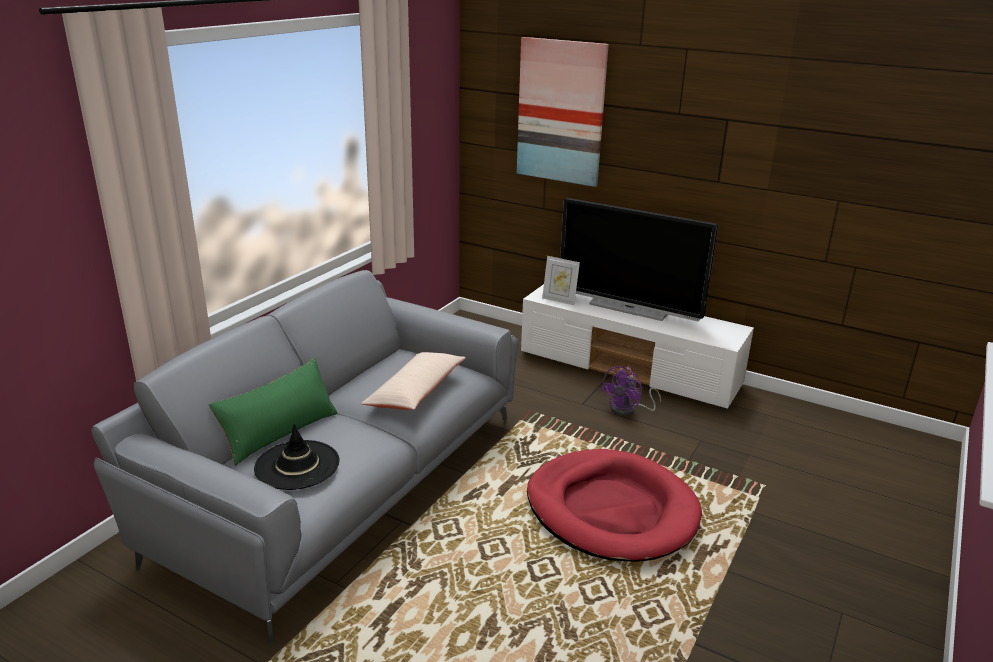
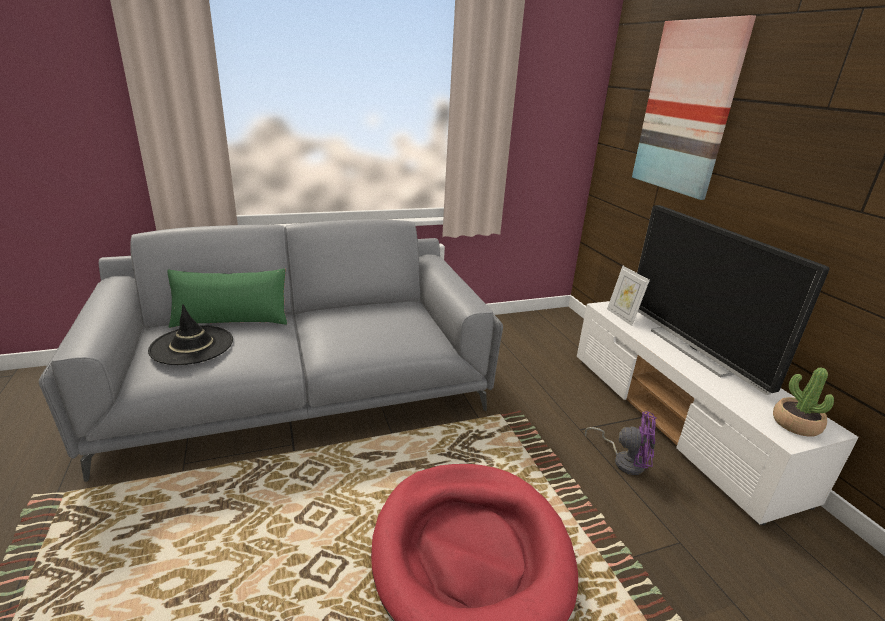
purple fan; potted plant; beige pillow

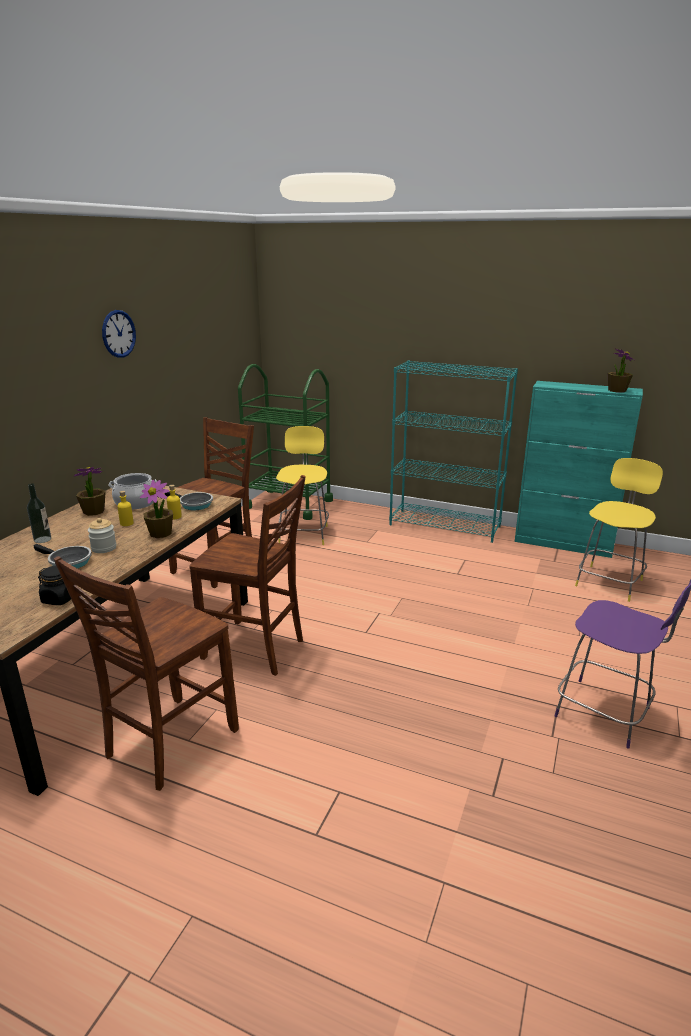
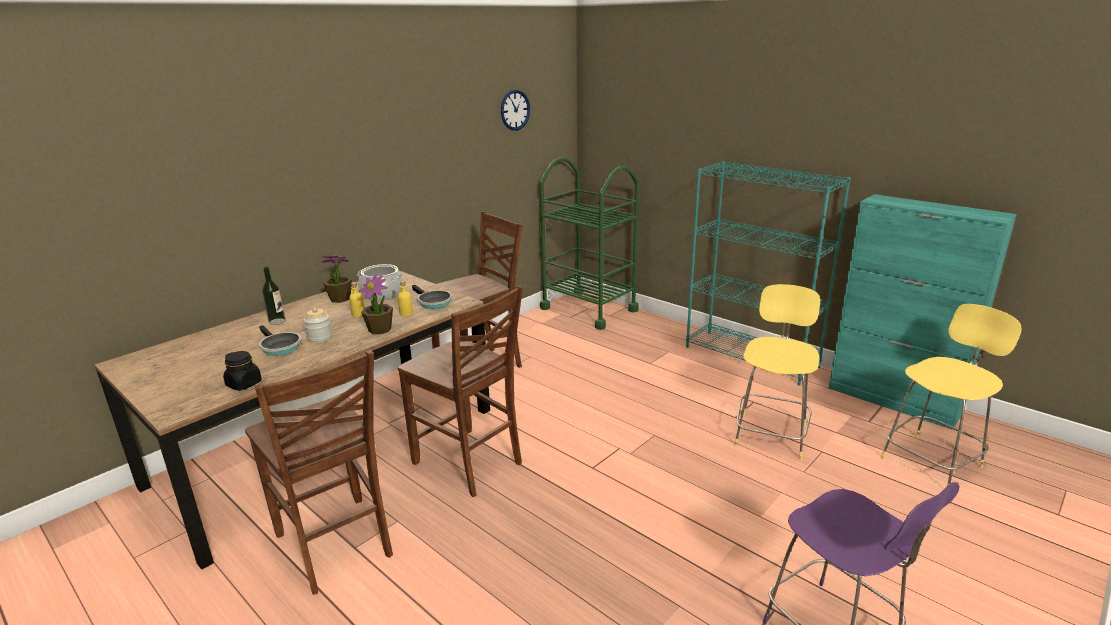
brown chair (1st from left); wall clock; yellow stool (1st from left); potted plant (3rd from left in the first image)

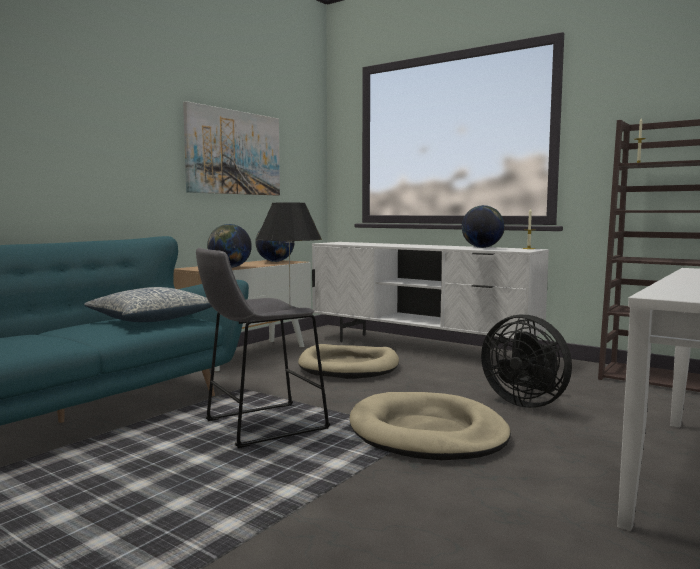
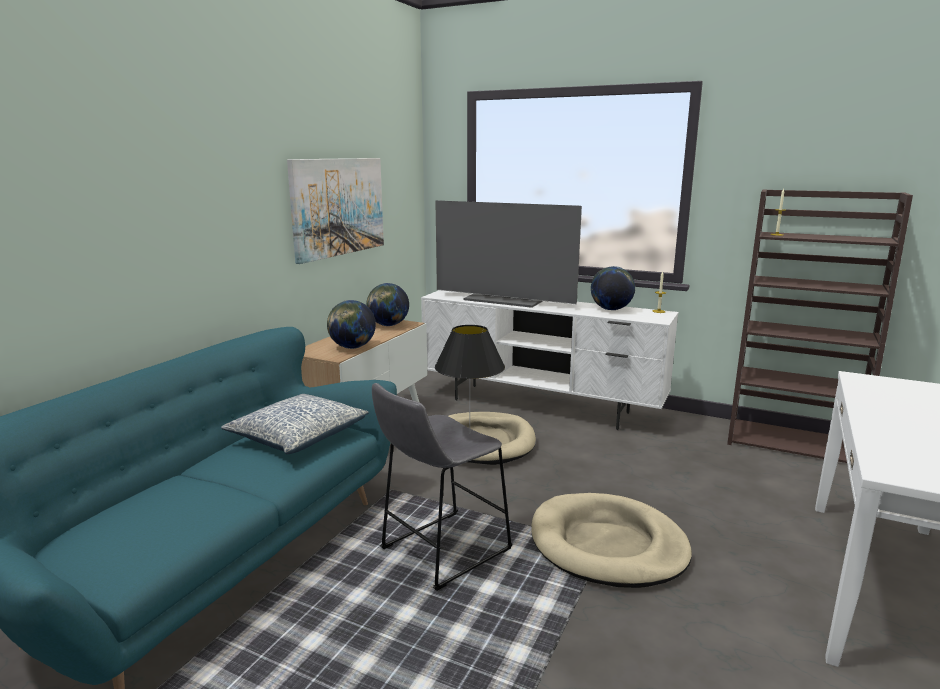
television; black fan

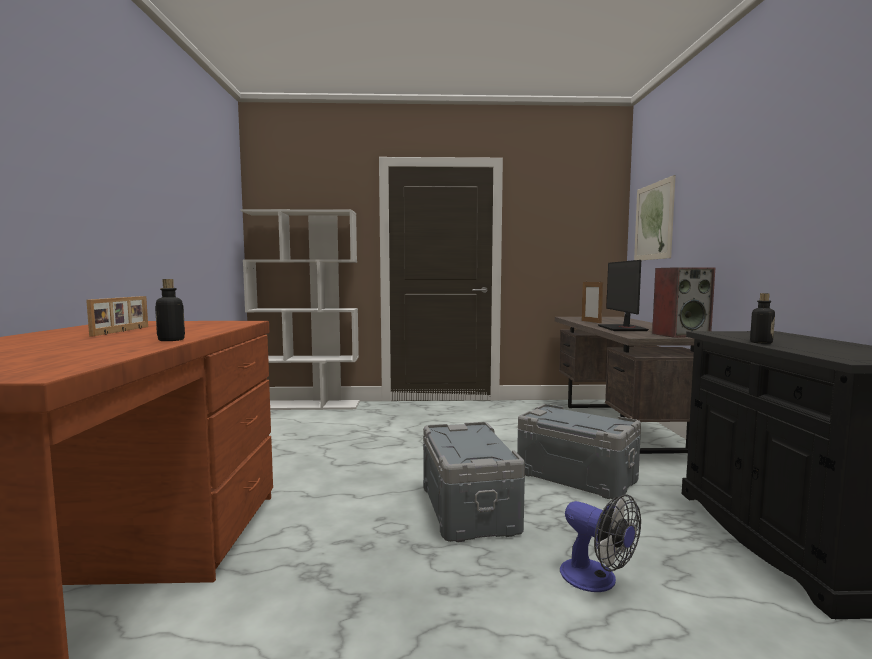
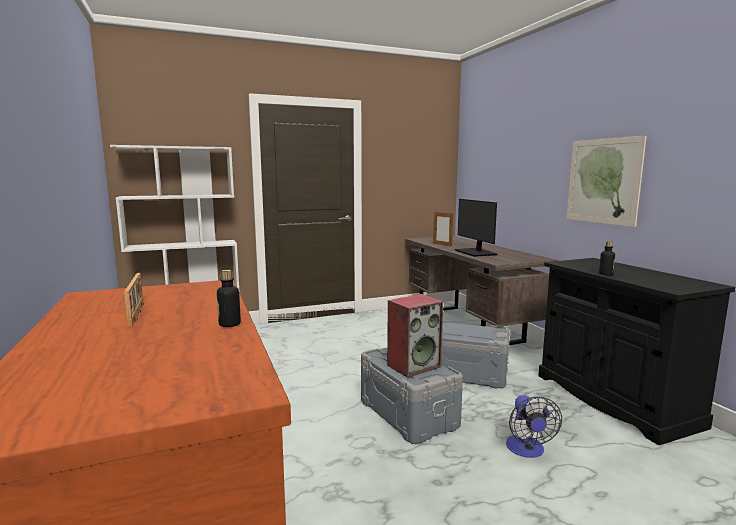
speaker; fan; picture

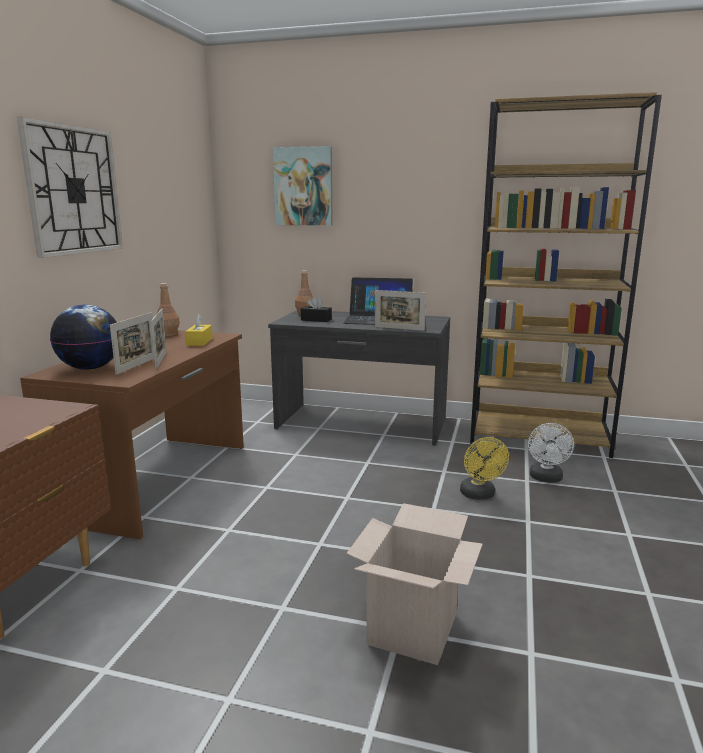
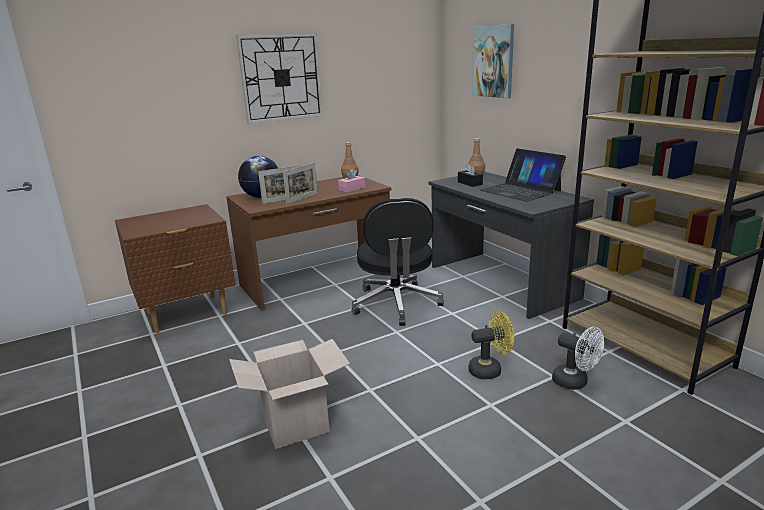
pink tissue box; black office chair; yellow fan; white fan; picture frame (3rd from left in the first image)

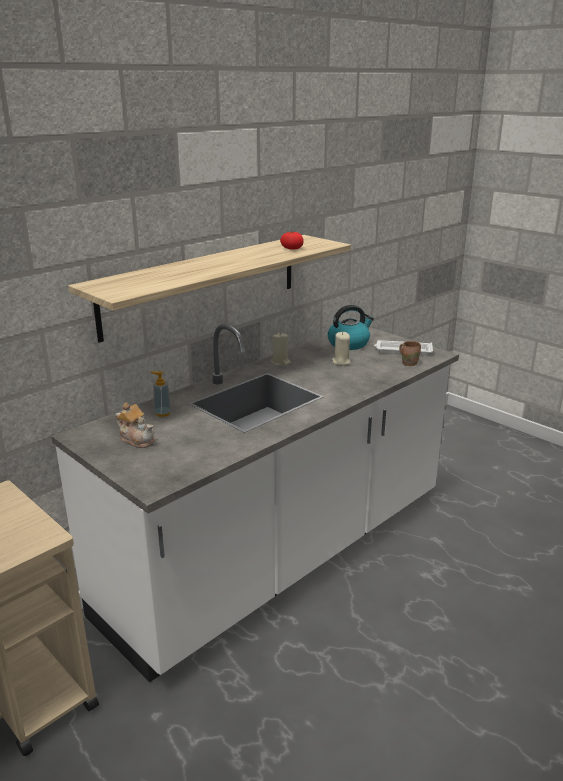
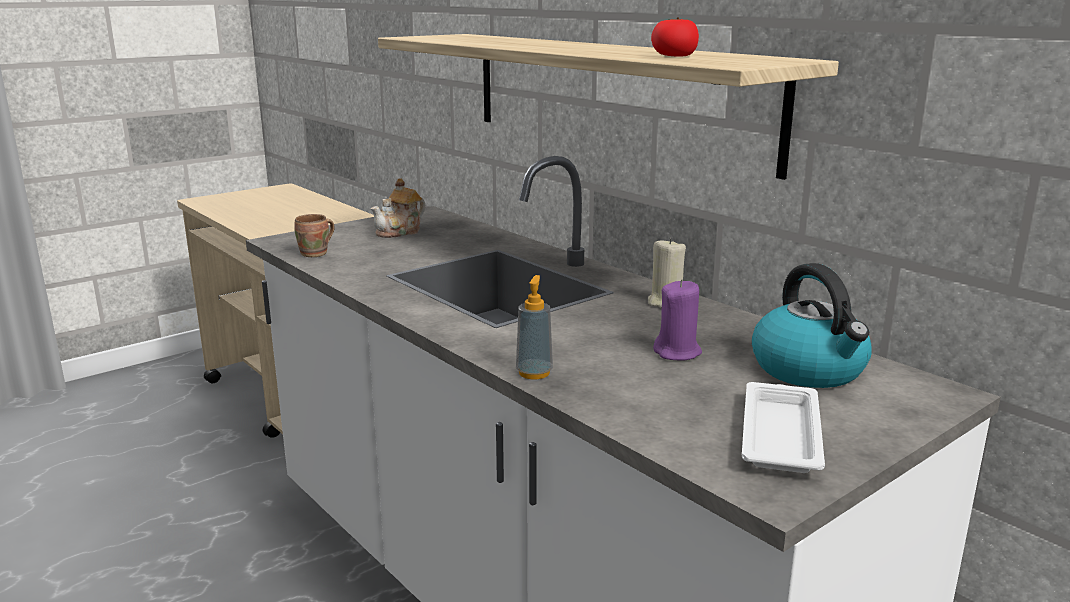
brown mug; soap dispenser; purple candle

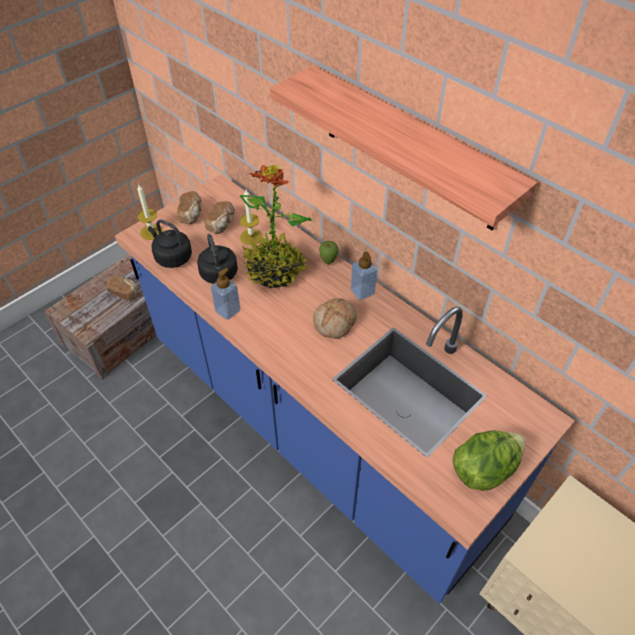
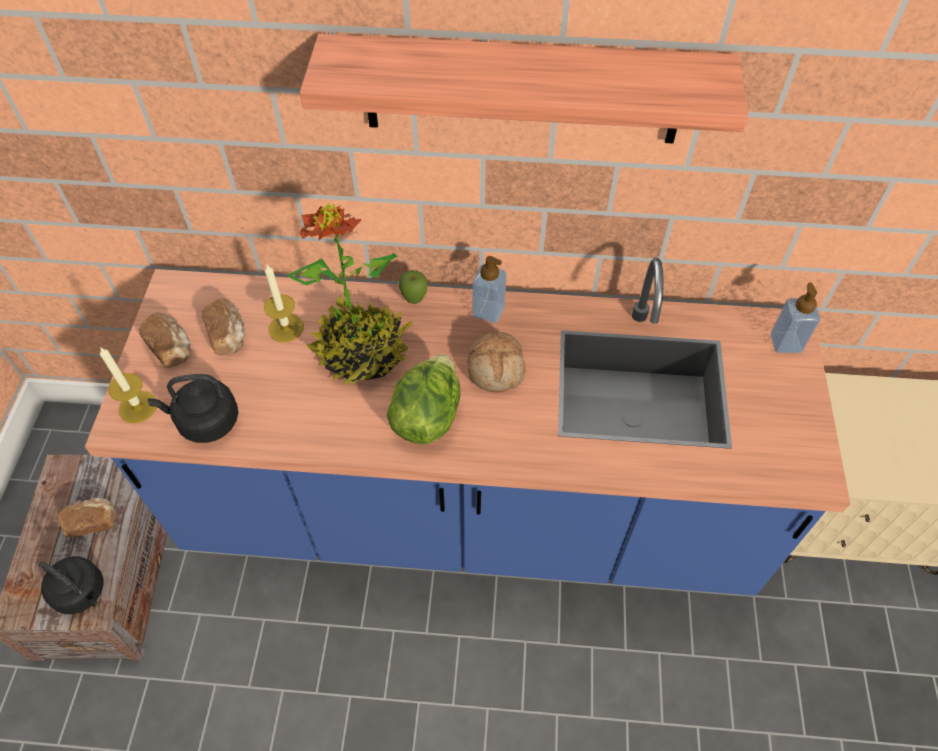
black kettle (1st from left); lettuce; soap dispenser (2nd from left)

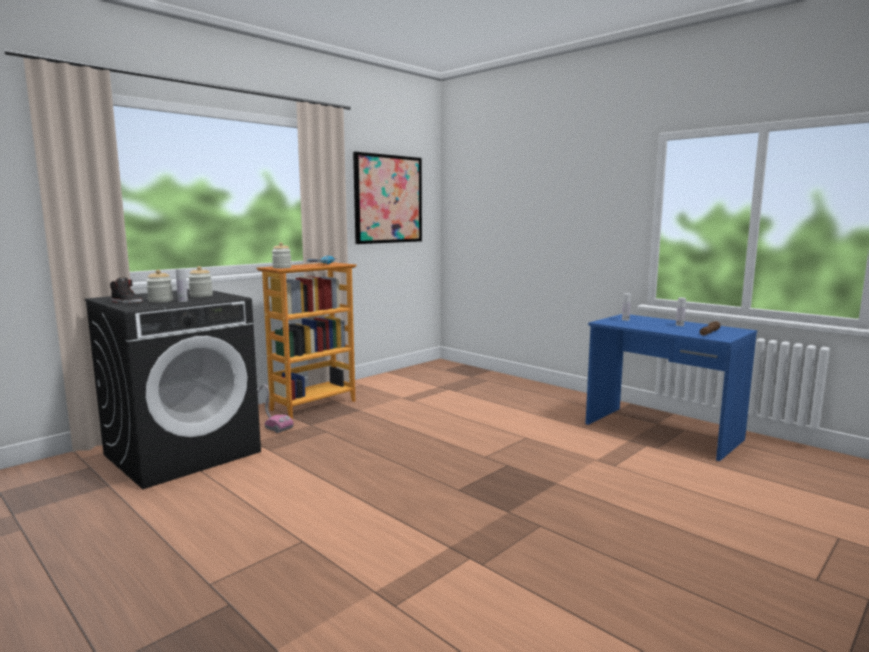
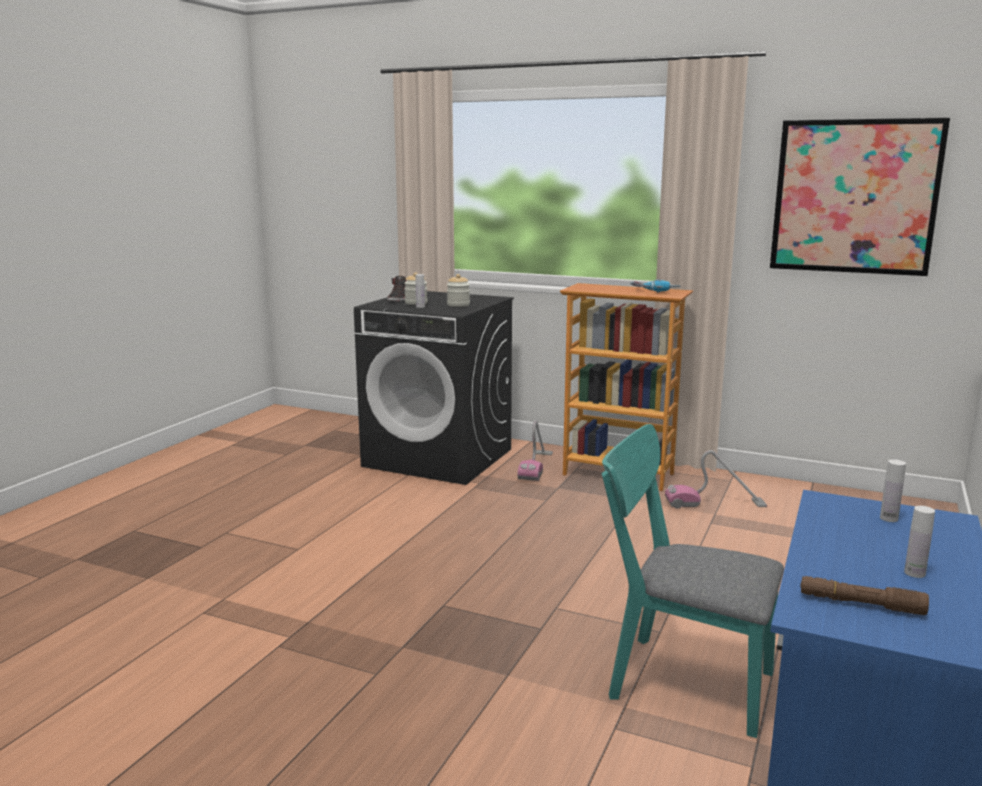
turquoise chair; vacuum cleaner (2nd from left); jar (3rd from left in the first image)

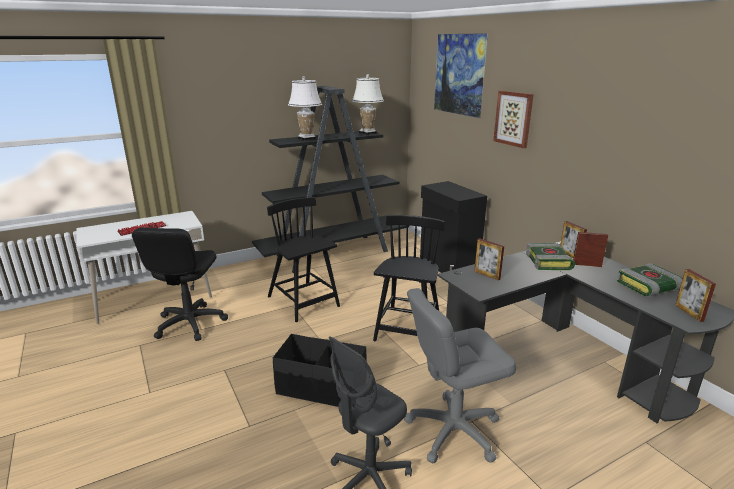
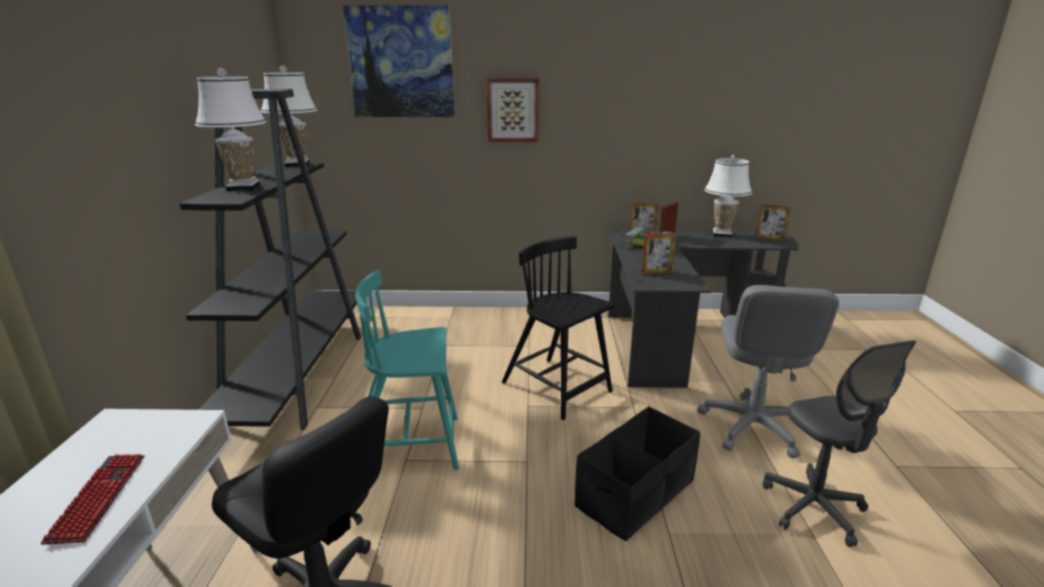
turquoise chair; white table lamp (3rd from left); black cabinet

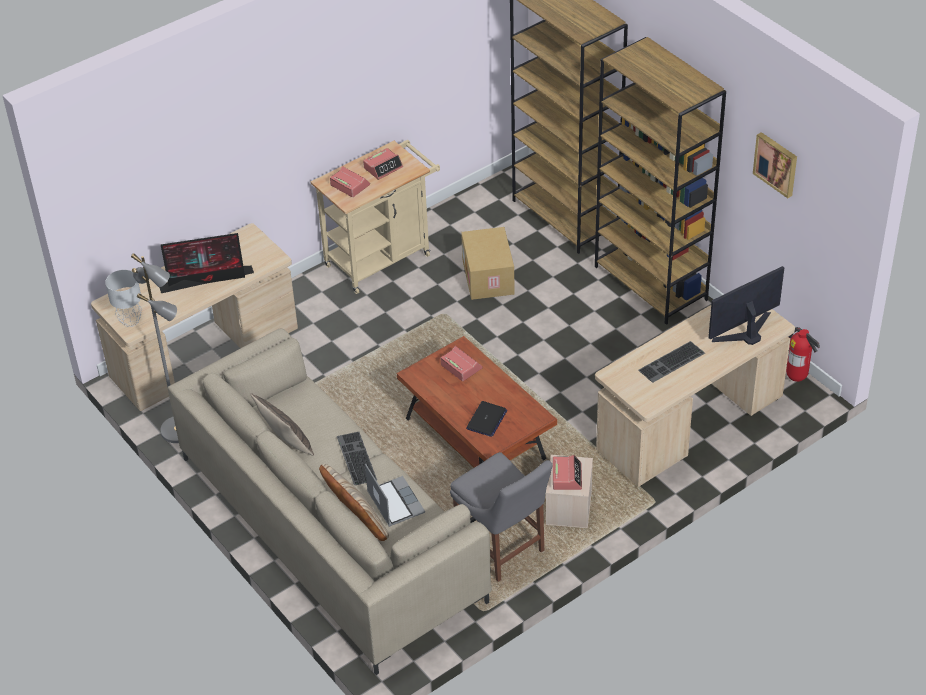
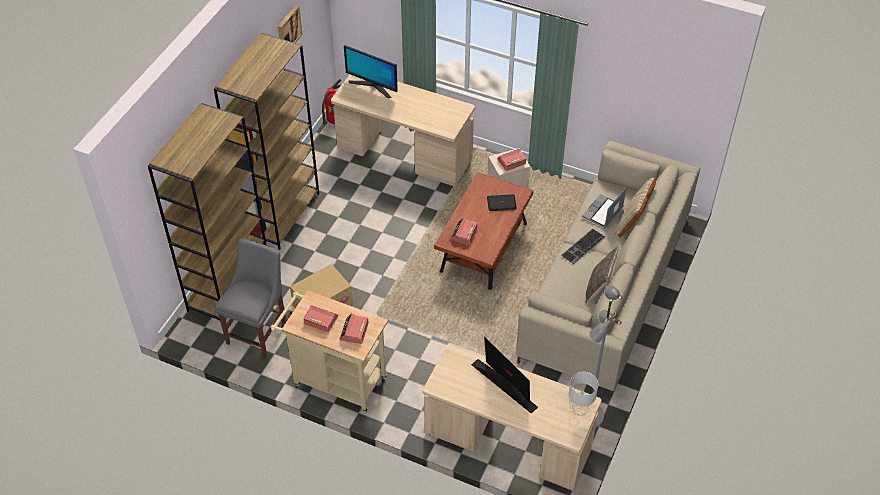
grey chair; keyboard (2nd from left in the first image)

